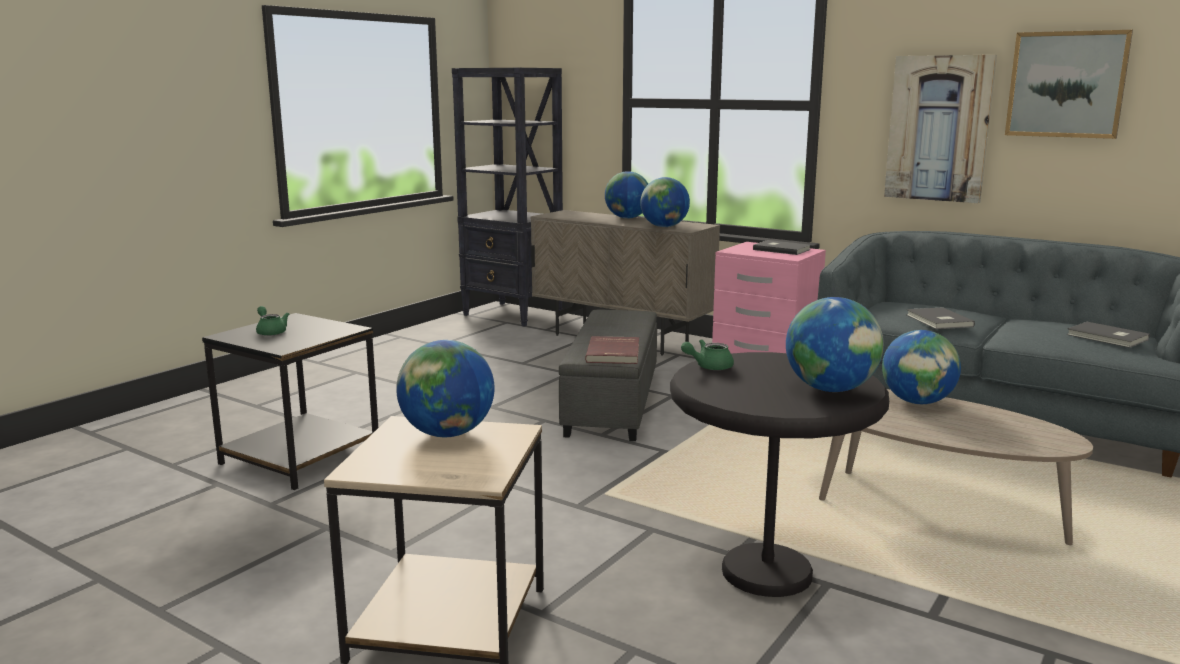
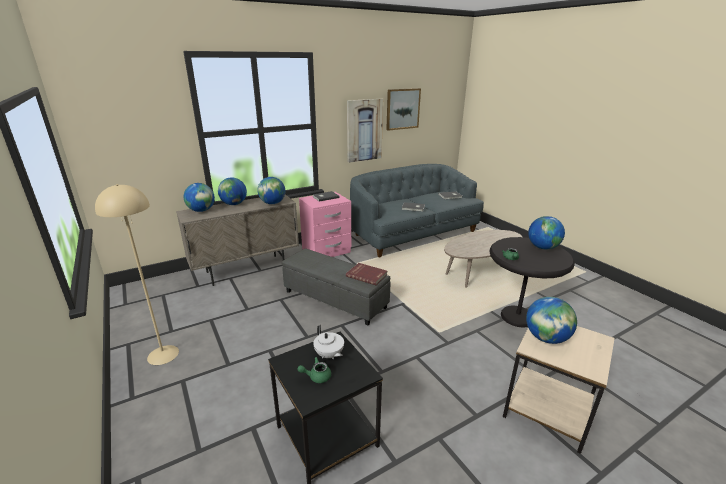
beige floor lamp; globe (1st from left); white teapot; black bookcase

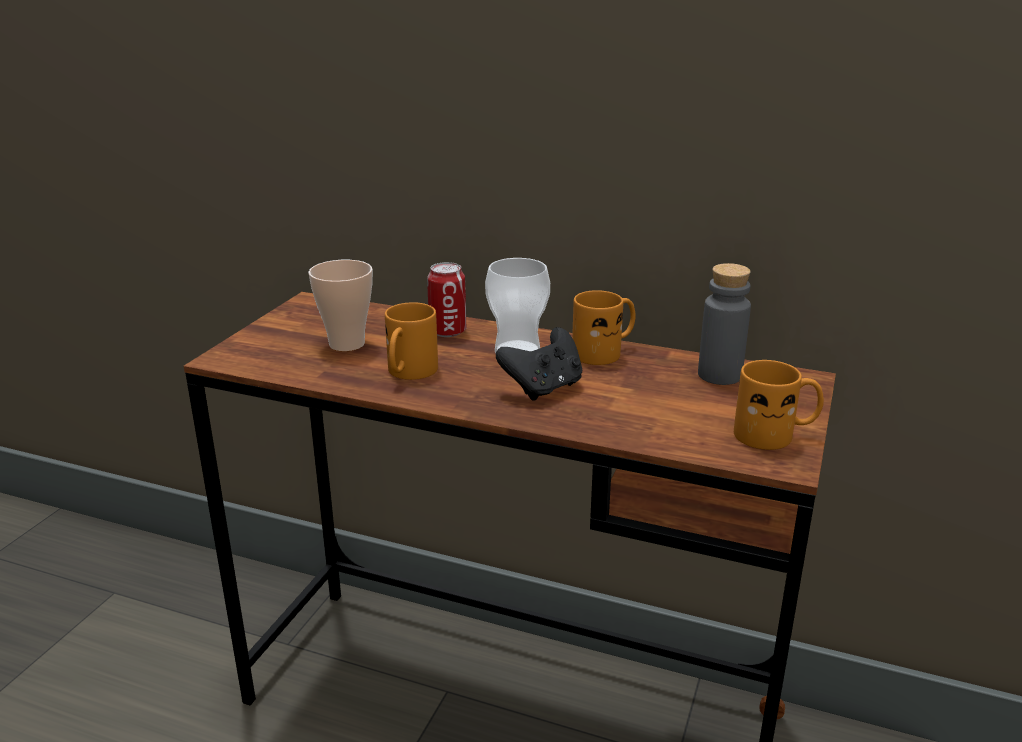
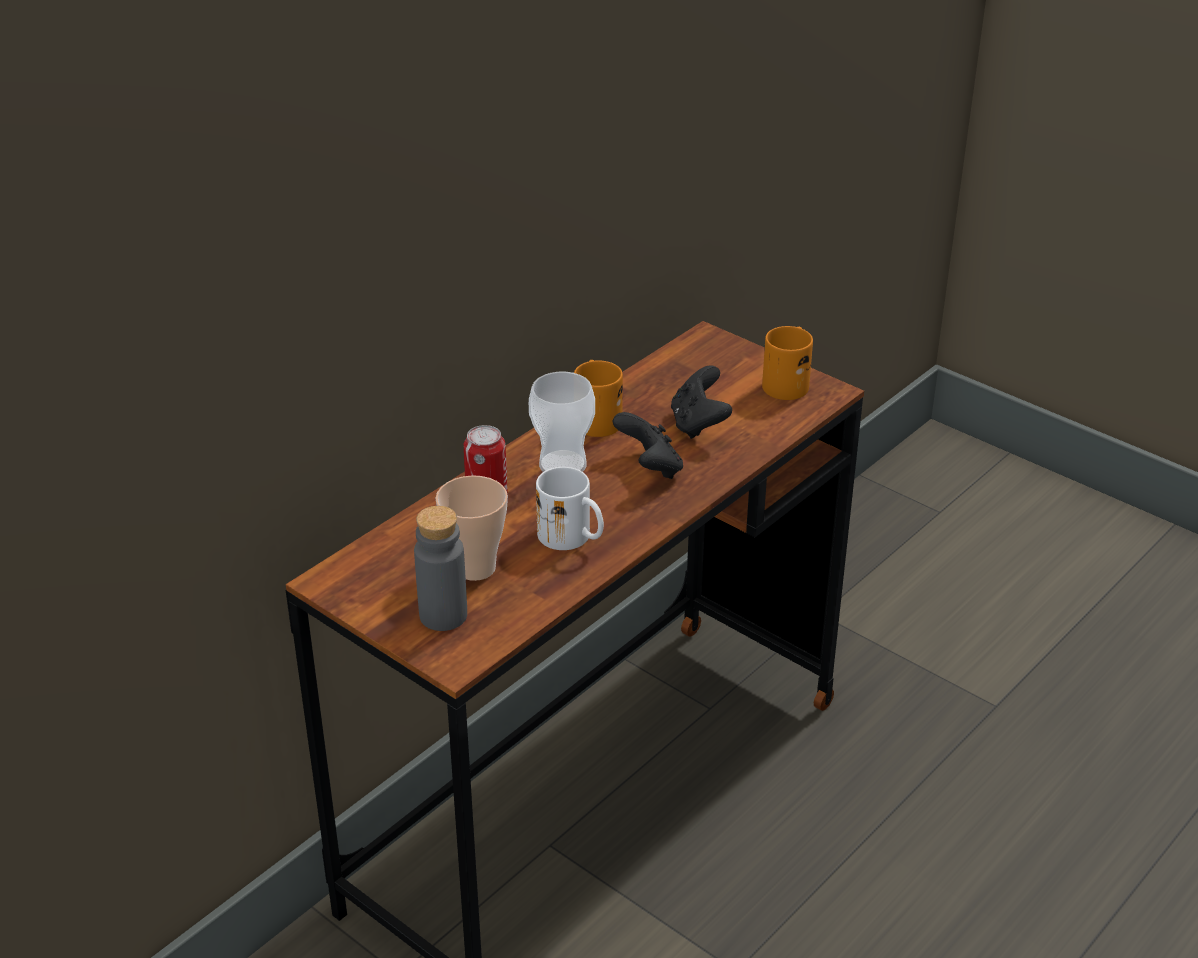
grey bottle; white mug; black game controller (2nd from left)

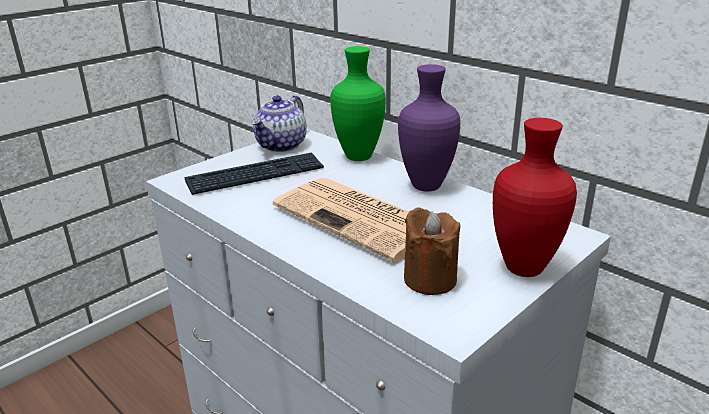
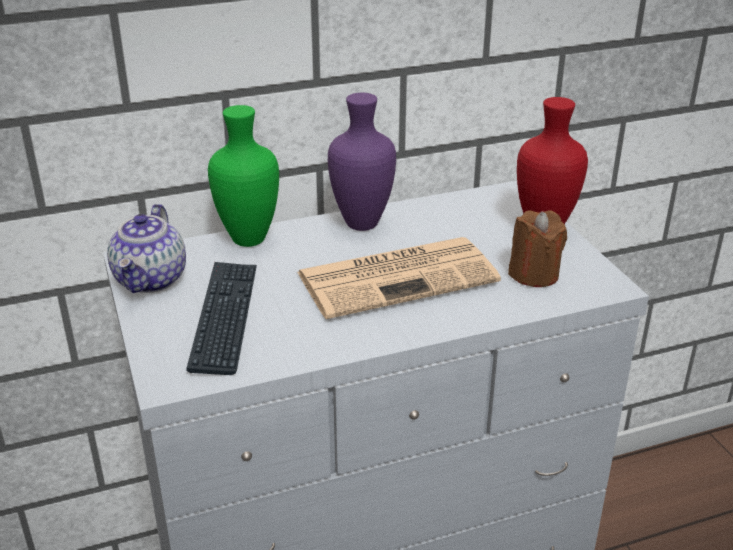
teapot

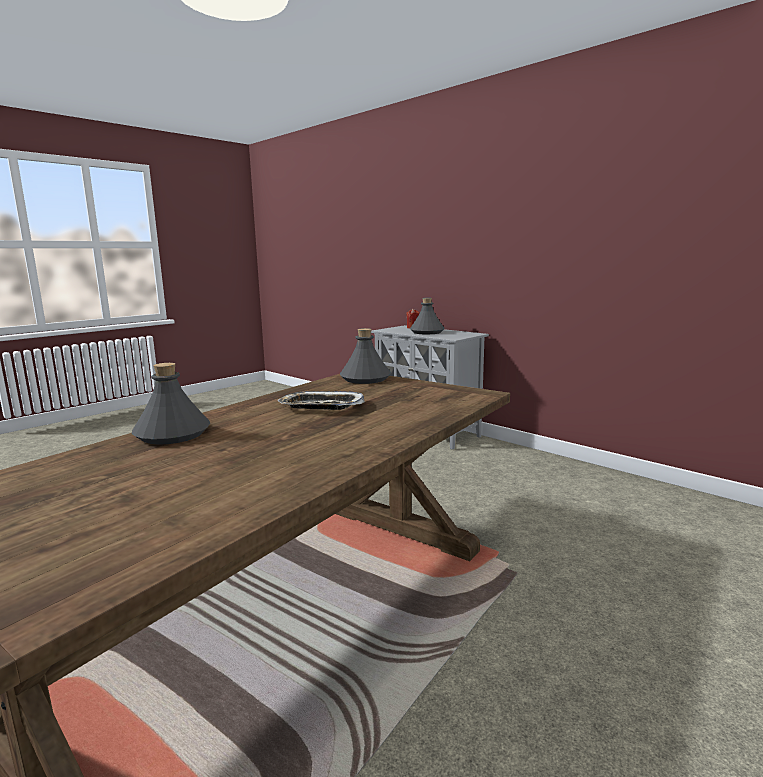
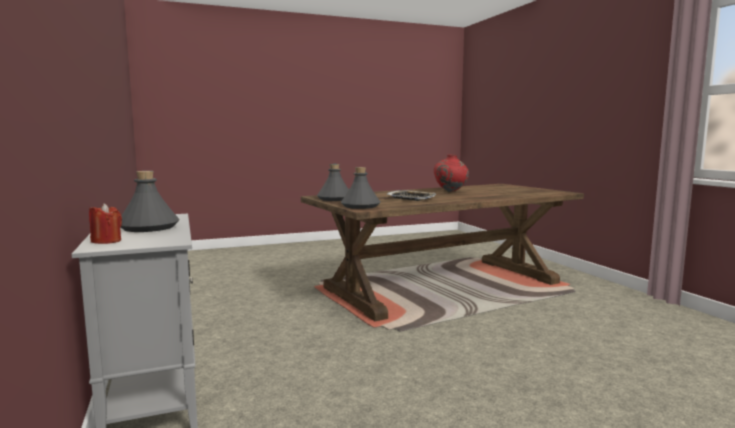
grey bottle (2nd from left); red vase

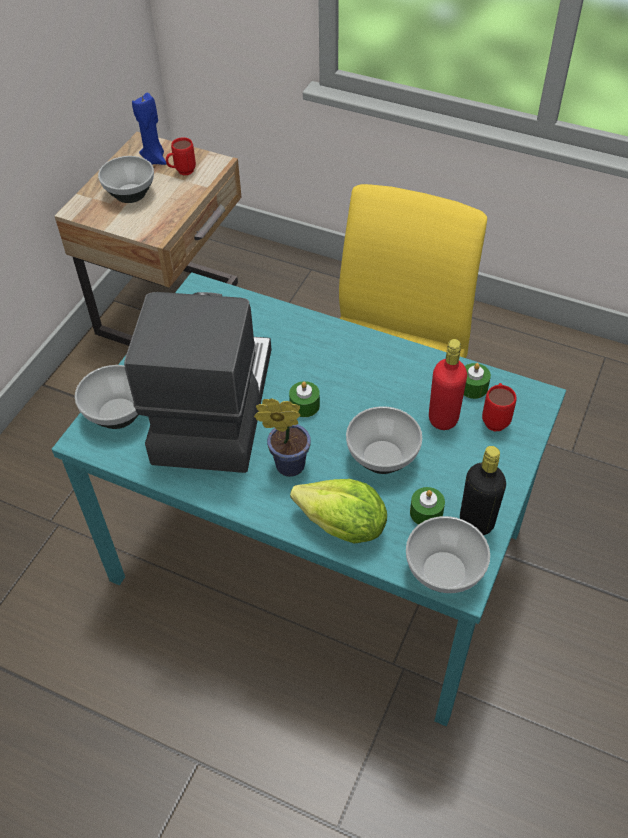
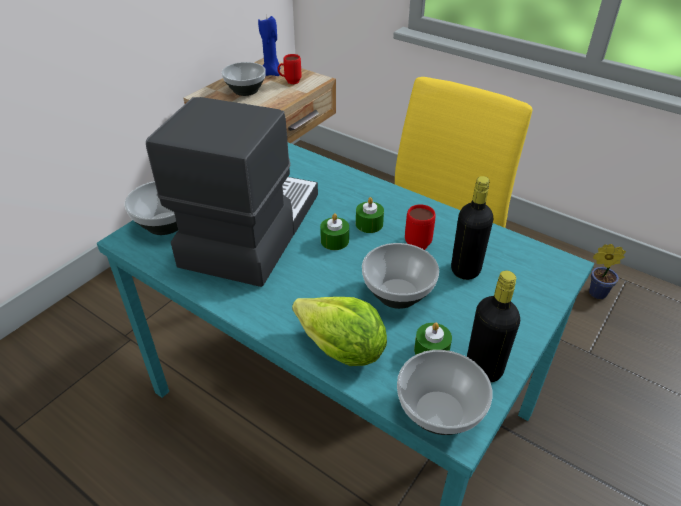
green candle (2nd from left); red mug (2nd from left); black bottle (1st from left); potted plant

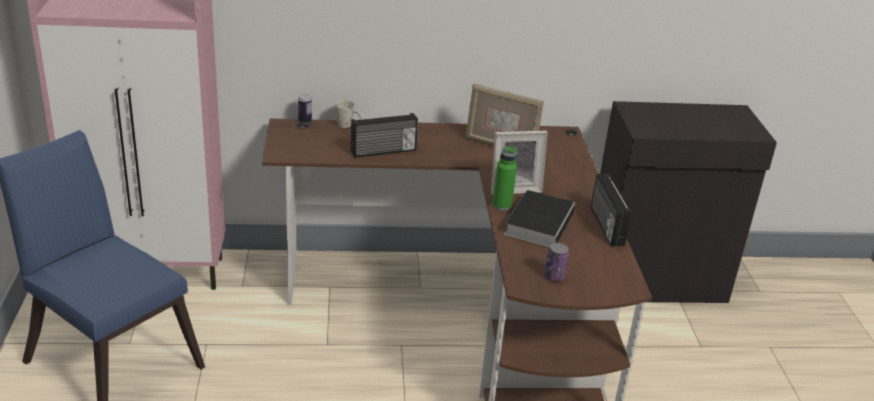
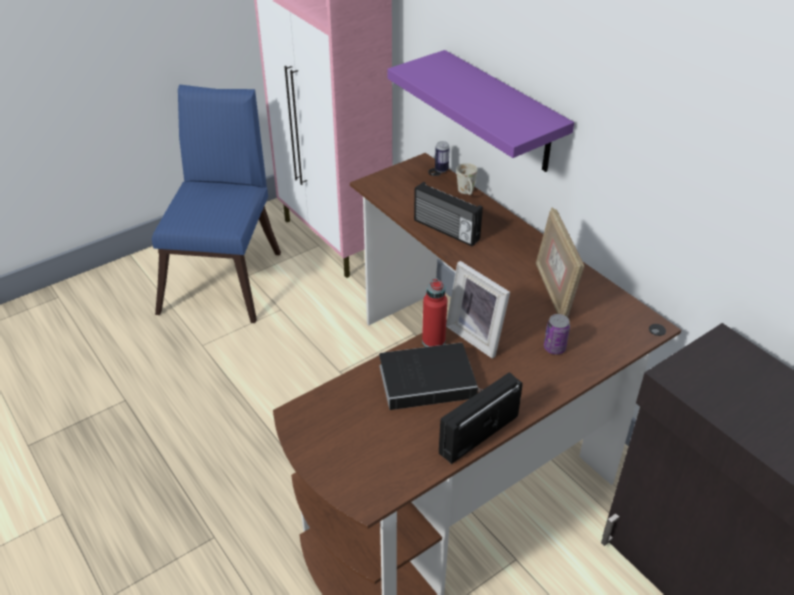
purple shelf; red bottle; can (2nd from left)

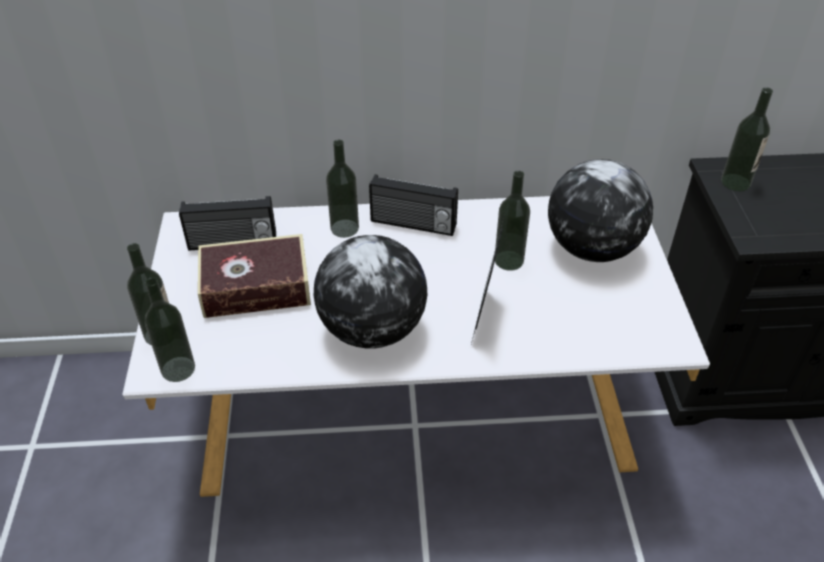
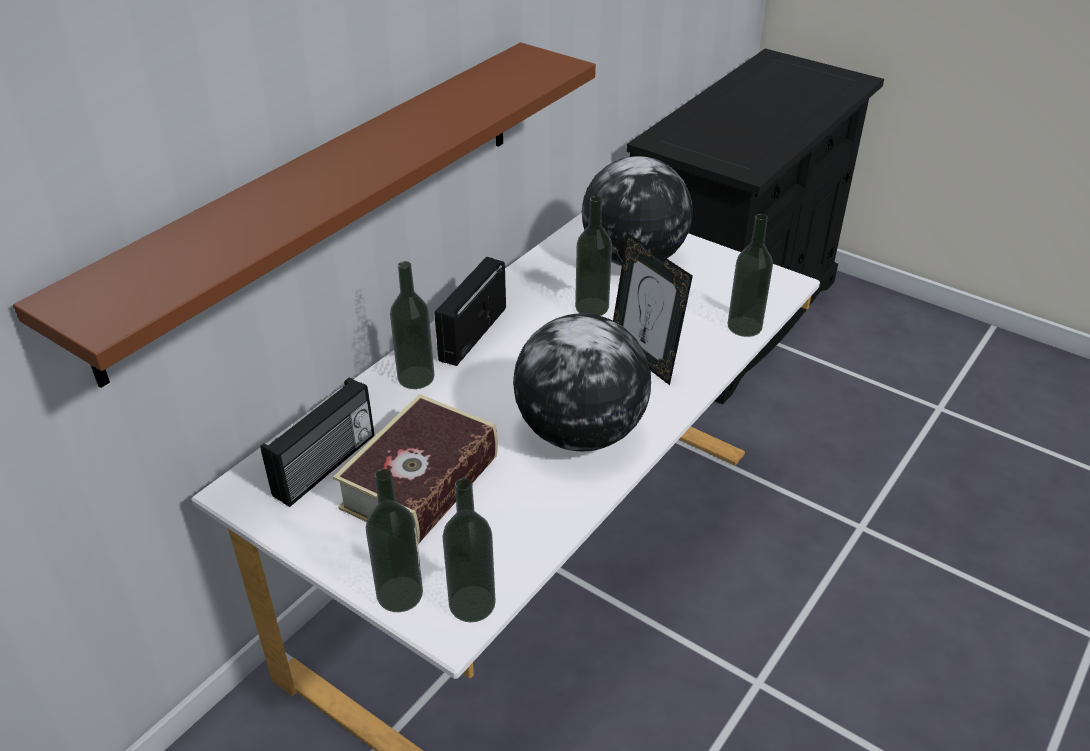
brown shelf; radio (2nd from left); bottle (5th from left)

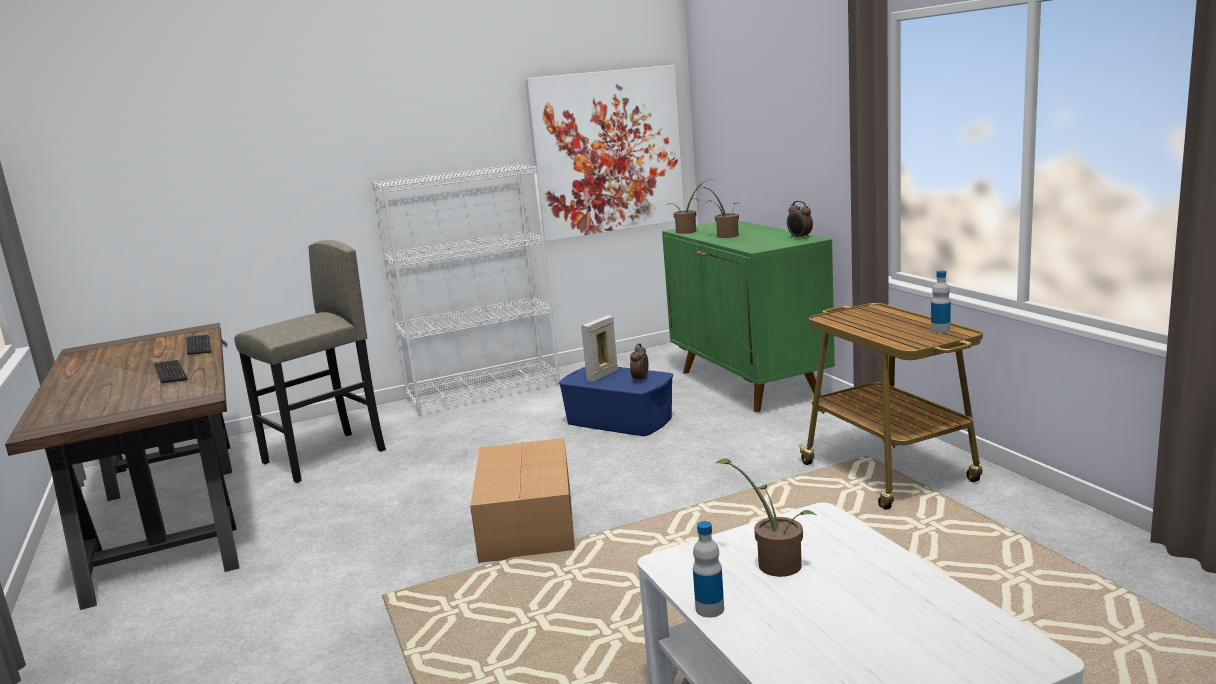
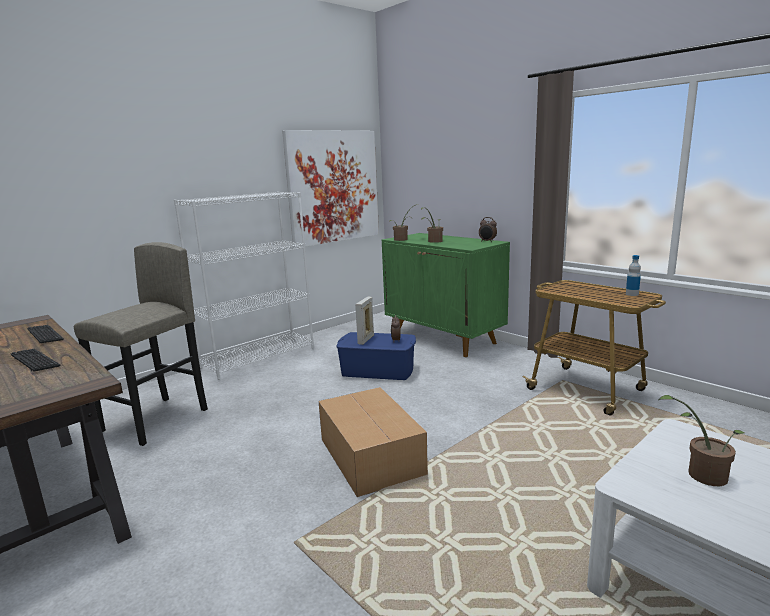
bottle (1st from left in the first image)

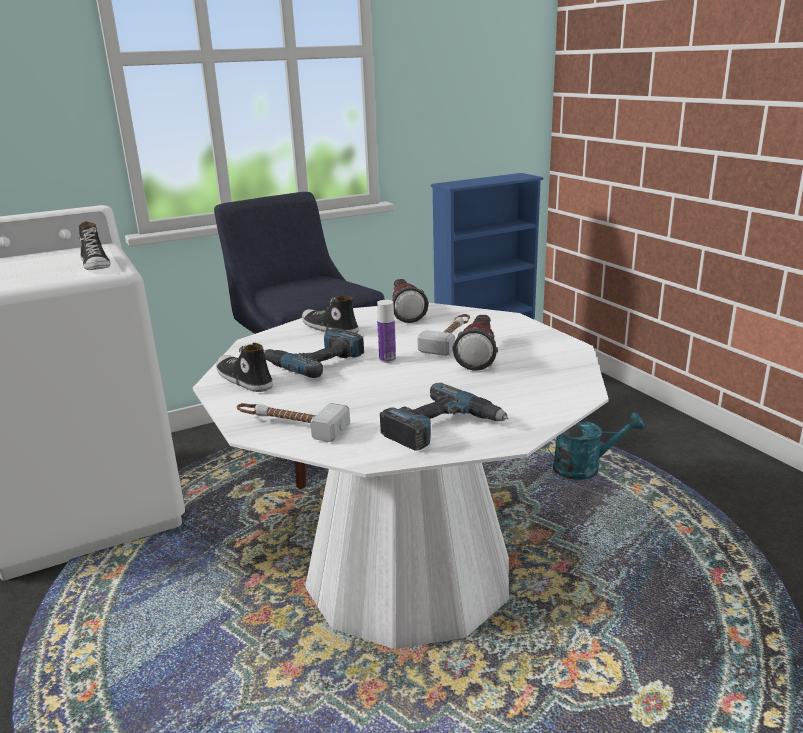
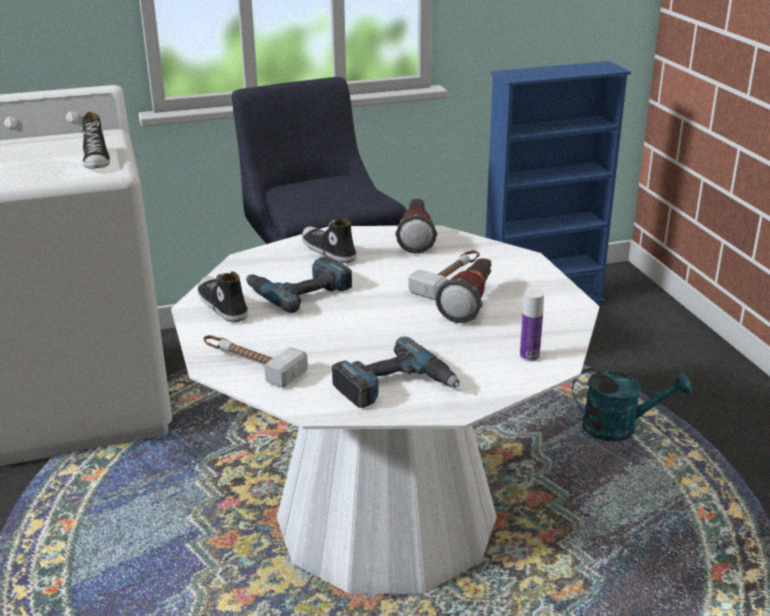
bottle

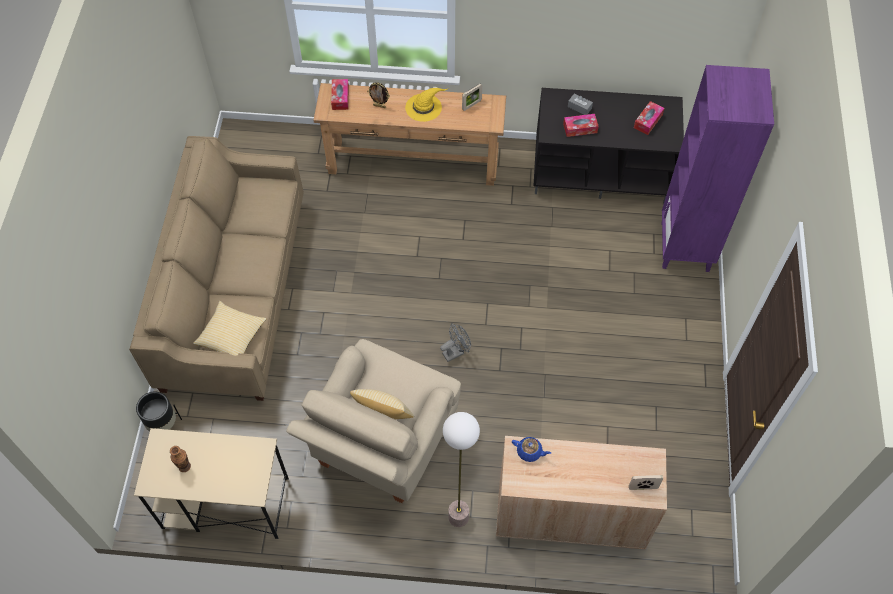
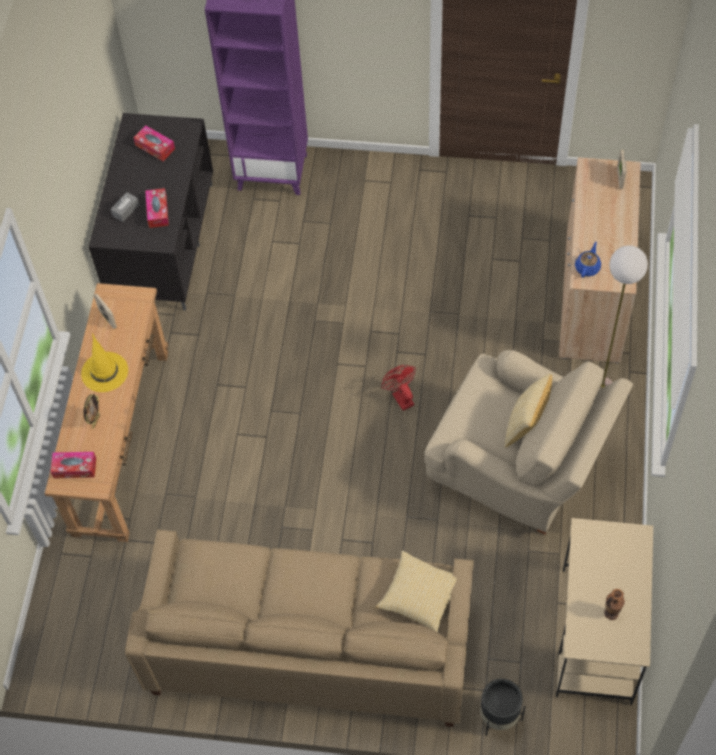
red fan

